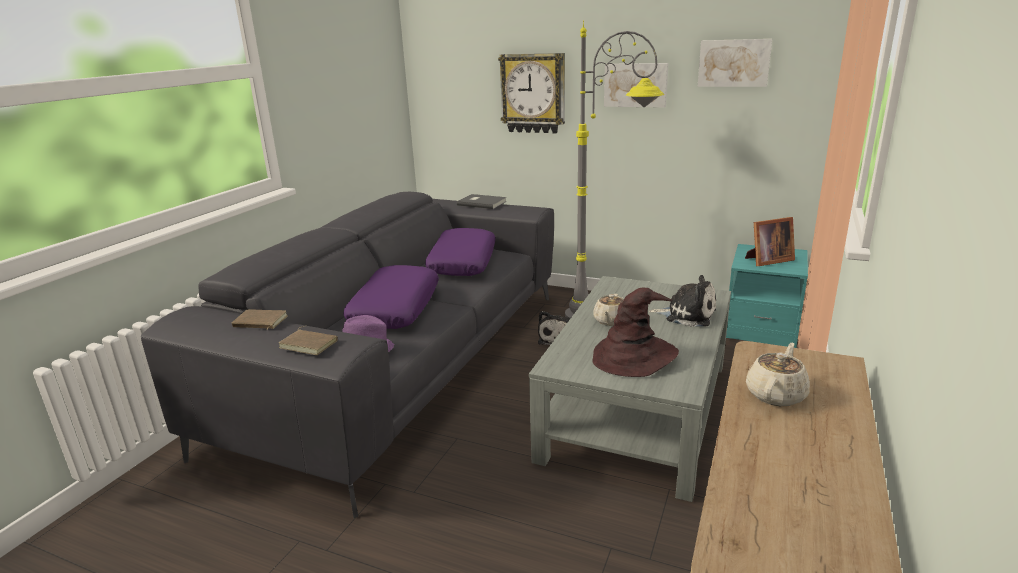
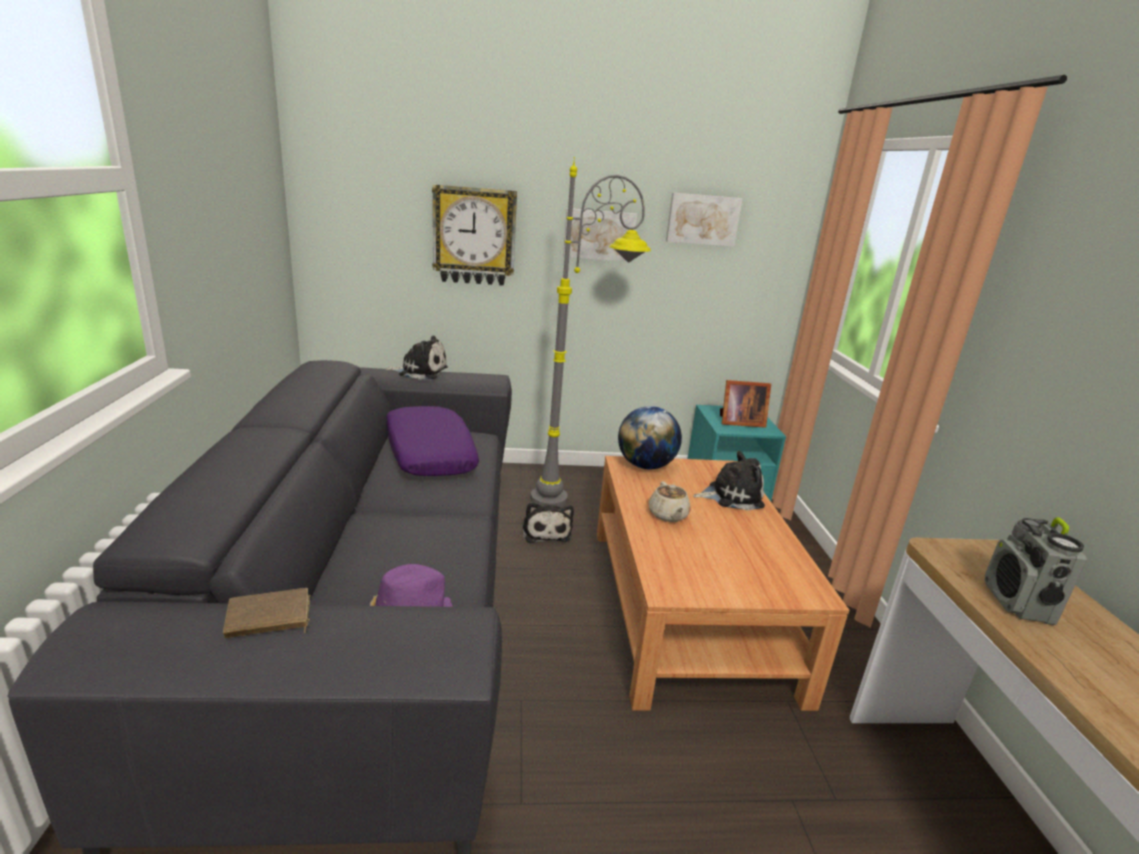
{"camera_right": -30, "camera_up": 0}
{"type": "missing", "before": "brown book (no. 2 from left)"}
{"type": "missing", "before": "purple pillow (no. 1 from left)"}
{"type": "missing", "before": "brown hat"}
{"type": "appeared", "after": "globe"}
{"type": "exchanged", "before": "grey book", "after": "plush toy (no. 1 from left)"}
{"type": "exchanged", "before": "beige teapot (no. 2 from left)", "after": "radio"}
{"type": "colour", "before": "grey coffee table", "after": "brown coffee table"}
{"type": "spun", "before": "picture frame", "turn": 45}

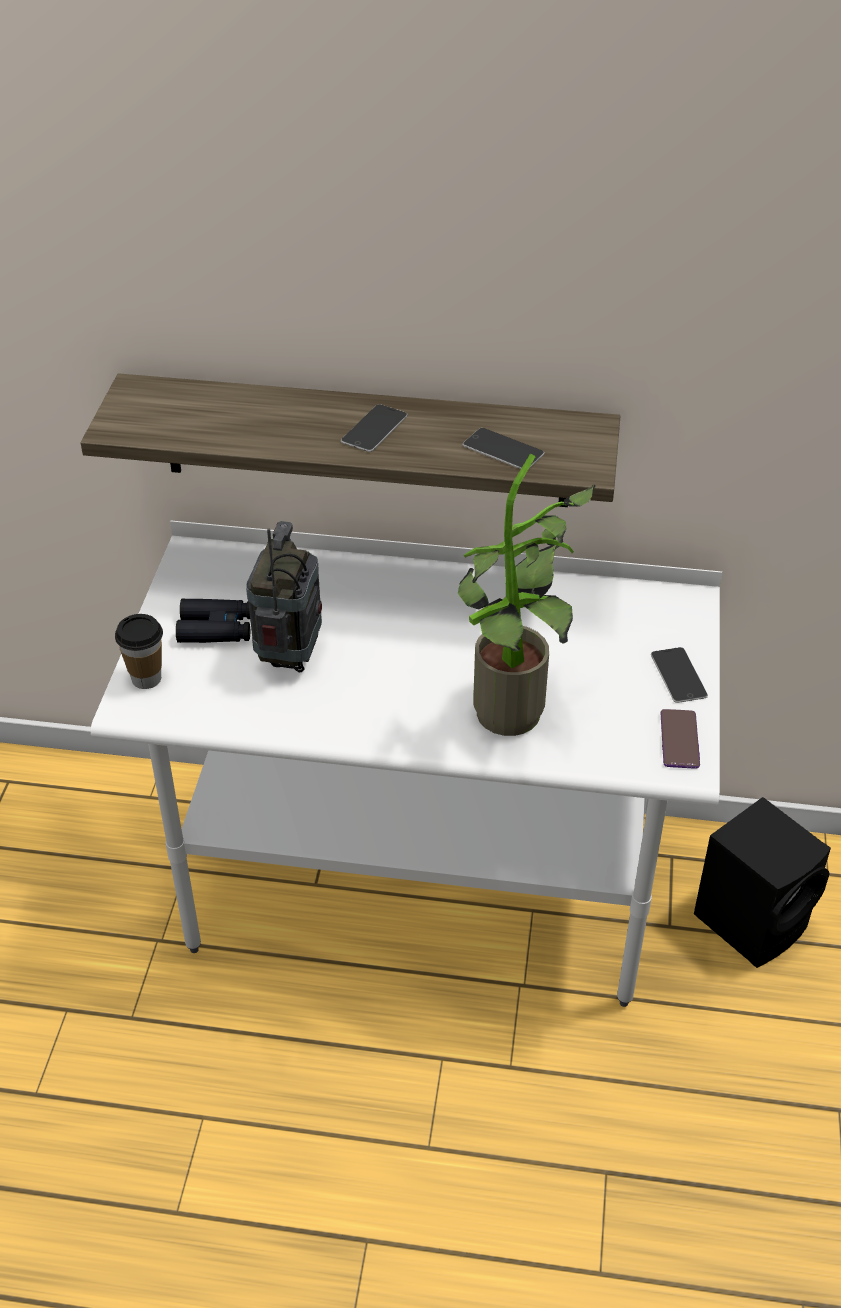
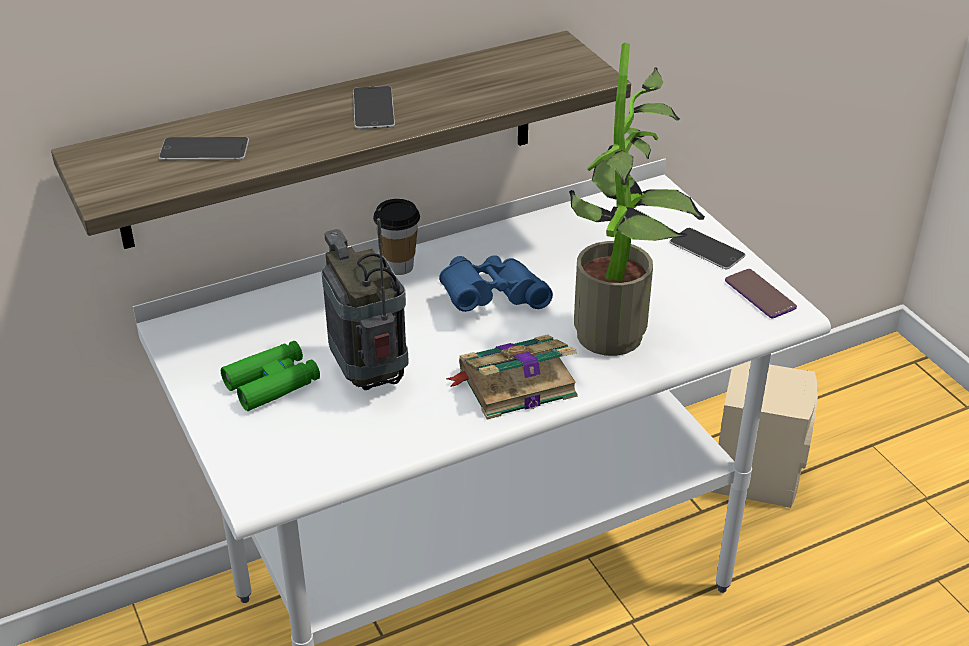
{"camera_right": -35, "camera_up": -5}
{"type": "appeared", "after": "blue binoculars"}
{"type": "appeared", "after": "book"}
{"type": "relocated", "before": "cup"}
{"type": "relocated", "before": "phone (no. 2 from left in the first image)", "after": "phone (no. 1 from left)"}
{"type": "colour", "before": "black binoculars", "after": "green binoculars"}
{"type": "colour", "before": "black speaker", "after": "beige speaker"}

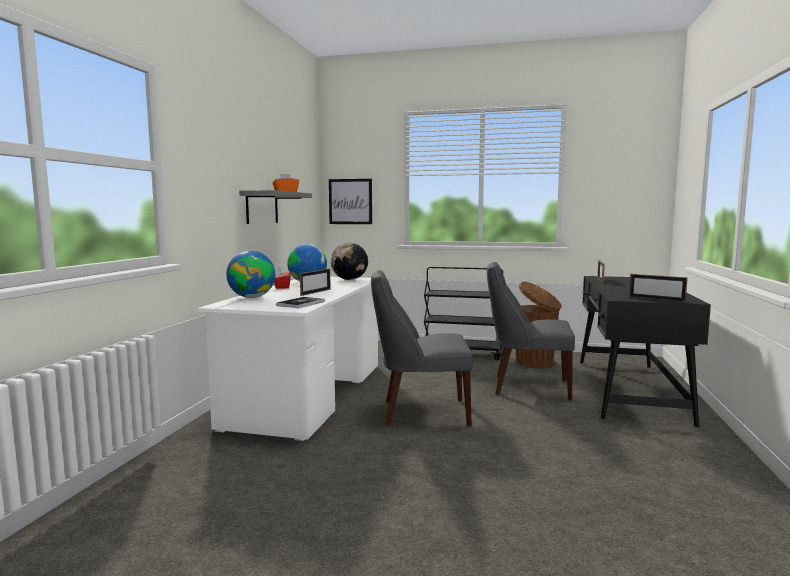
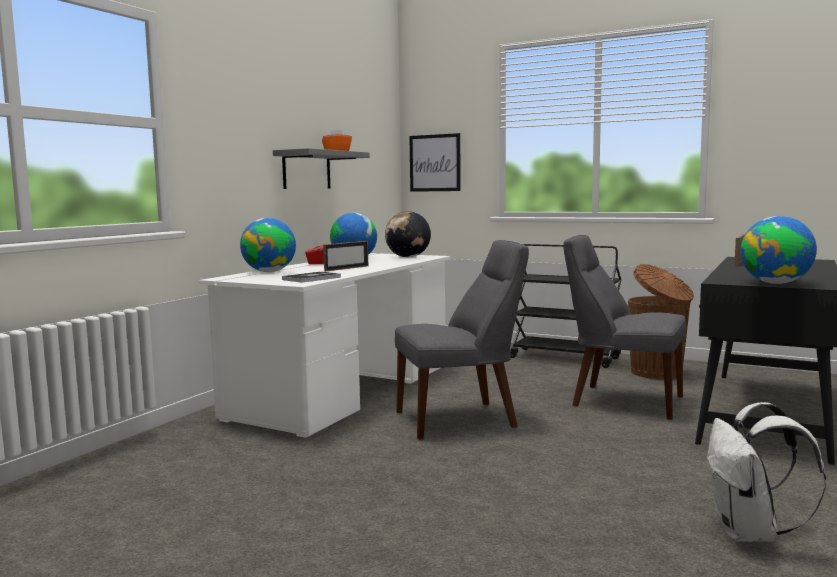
{"camera_right": 15, "camera_up": 0}
{"type": "appeared", "after": "white backpack"}
{"type": "exchanged", "before": "picture frame (no. 3 from left)", "after": "globe (no. 4 from left)"}
{"type": "spun", "before": "grey chair (no. 1 from left)", "turn": 150}

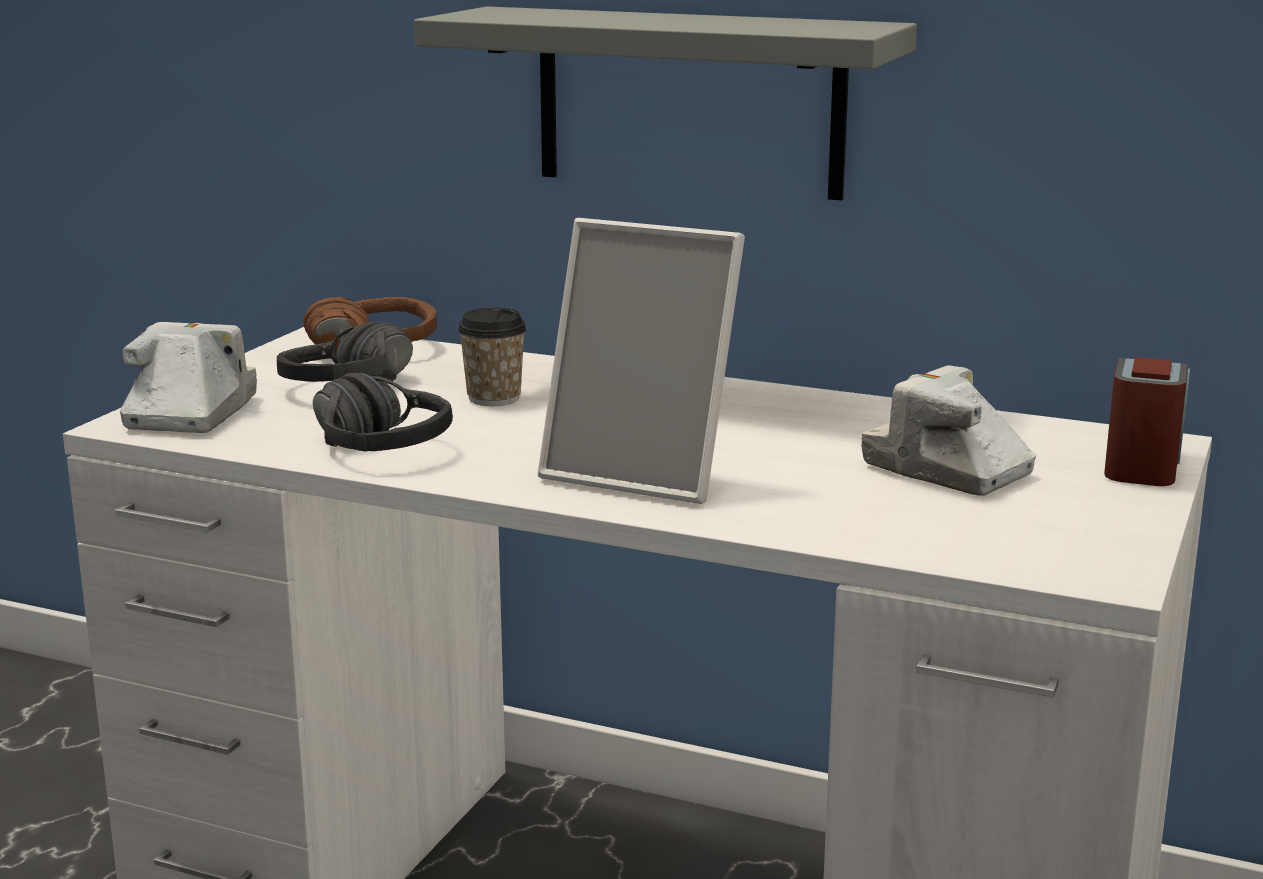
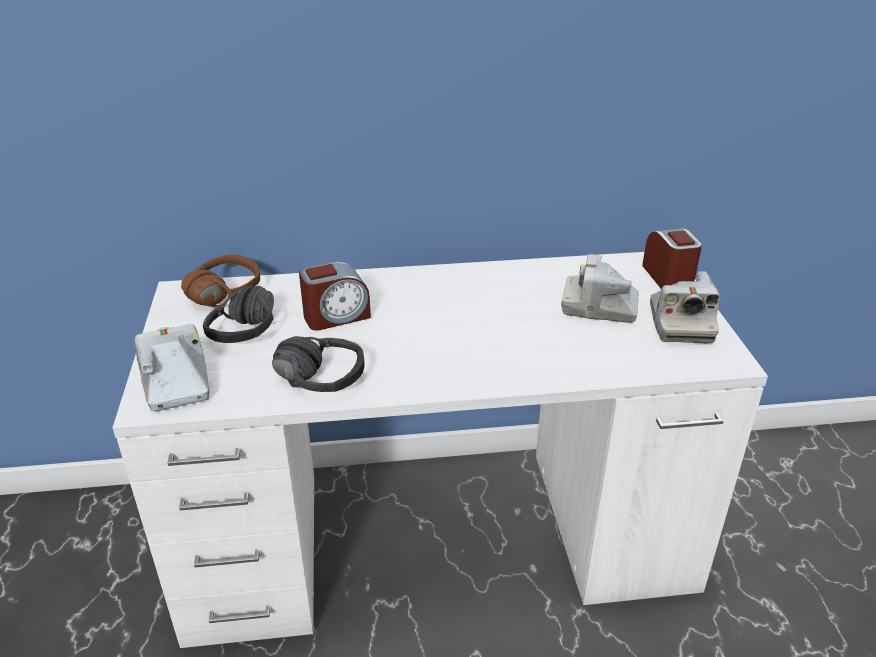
{"camera_right": -30, "camera_up": 15}
{"type": "missing", "before": "grey shelf"}
{"type": "missing", "before": "picture frame"}
{"type": "appeared", "after": "photo camera (no. 3 from left)"}
{"type": "exchanged", "before": "cup", "after": "alarm clock (no. 1 from left)"}

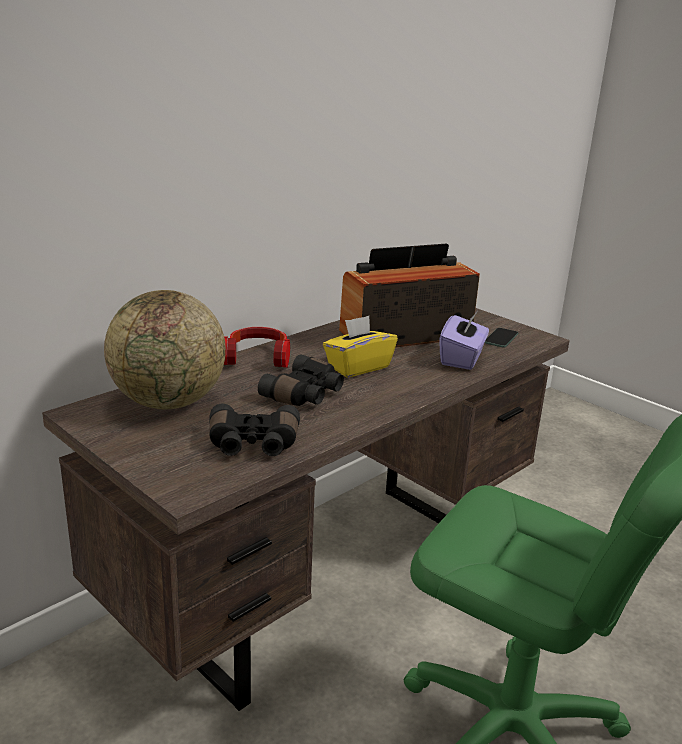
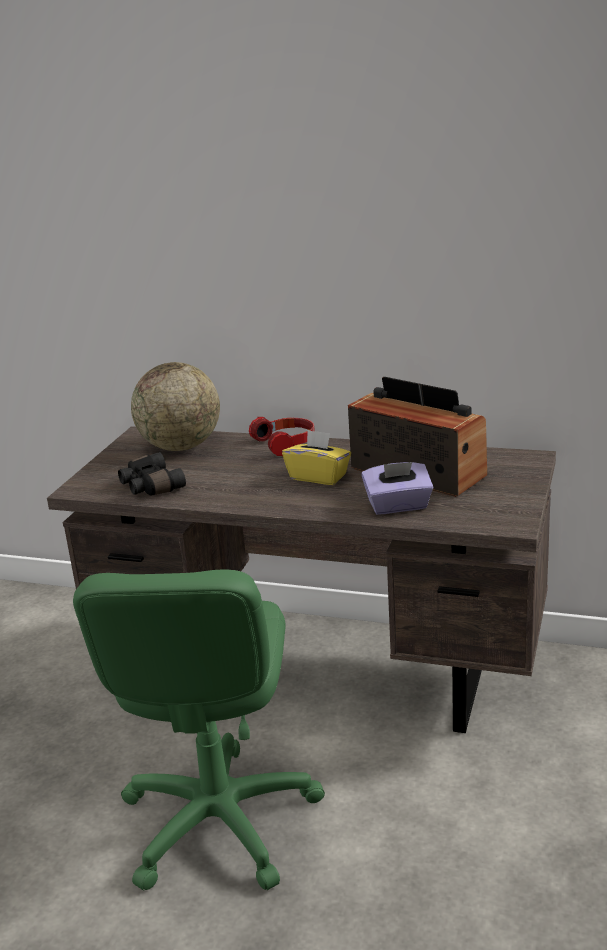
{"camera_right": 65, "camera_up": 0}
{"type": "missing", "before": "black binoculars (no. 2 from left)"}
{"type": "missing", "before": "phone"}

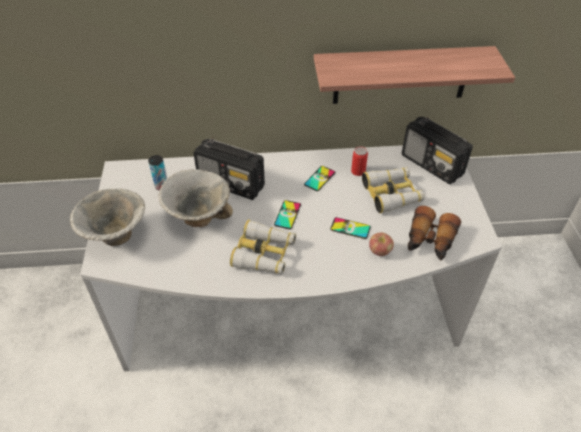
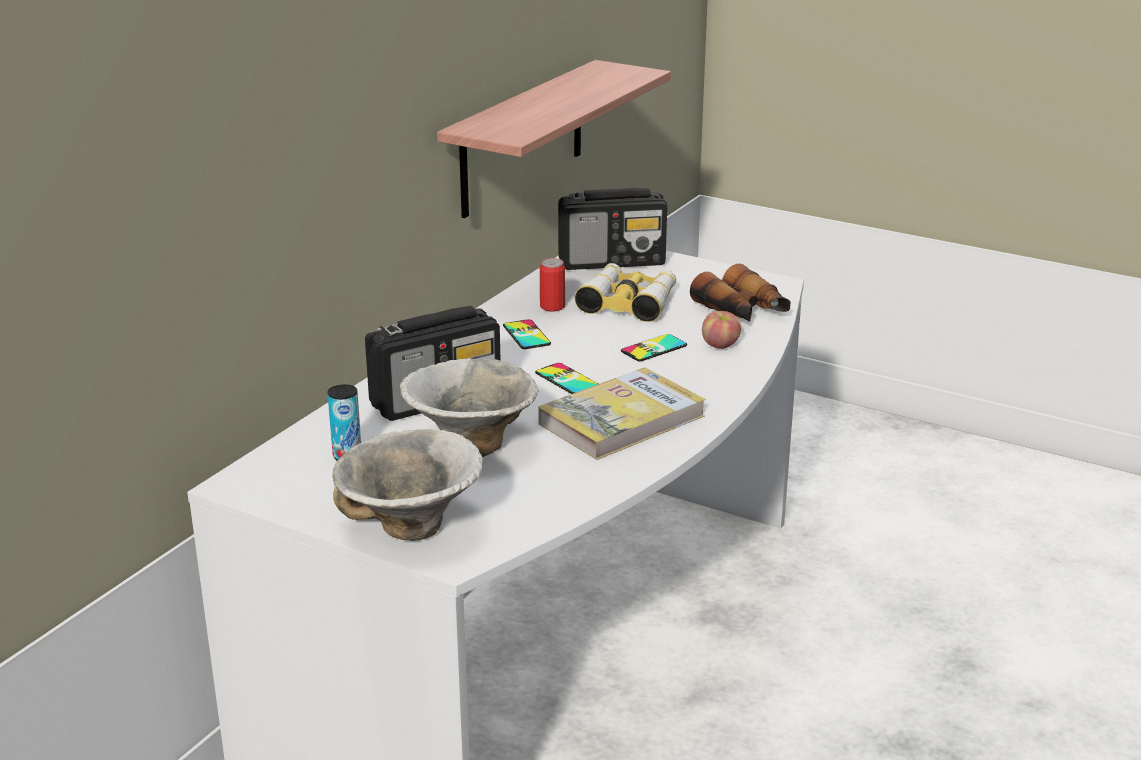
{"camera_right": -55, "camera_up": -20}
{"type": "exchanged", "before": "binoculars (no. 1 from left)", "after": "book"}

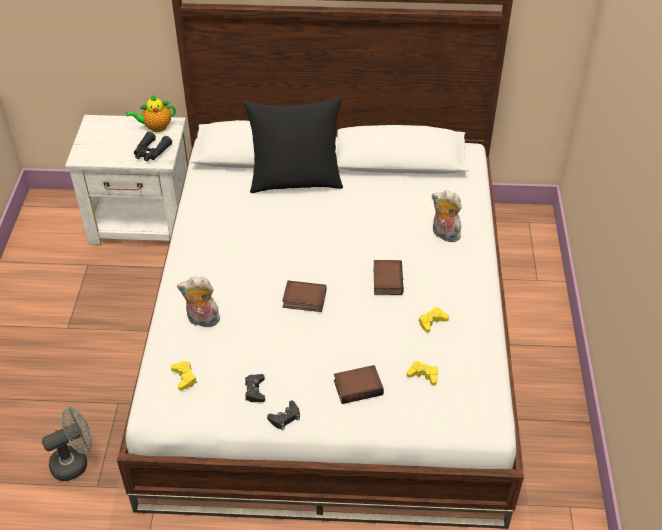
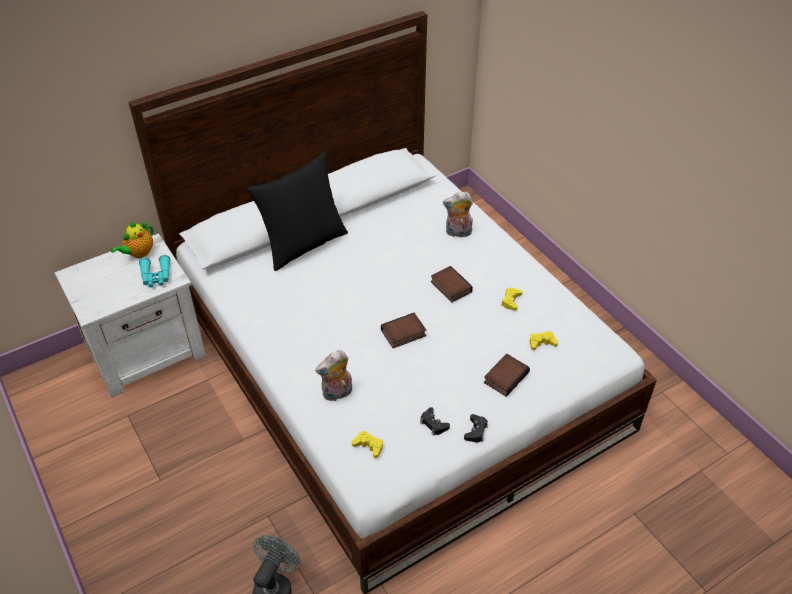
{"camera_right": -35, "camera_up": 0}
{"type": "colour", "before": "black binoculars", "after": "turquoise binoculars"}

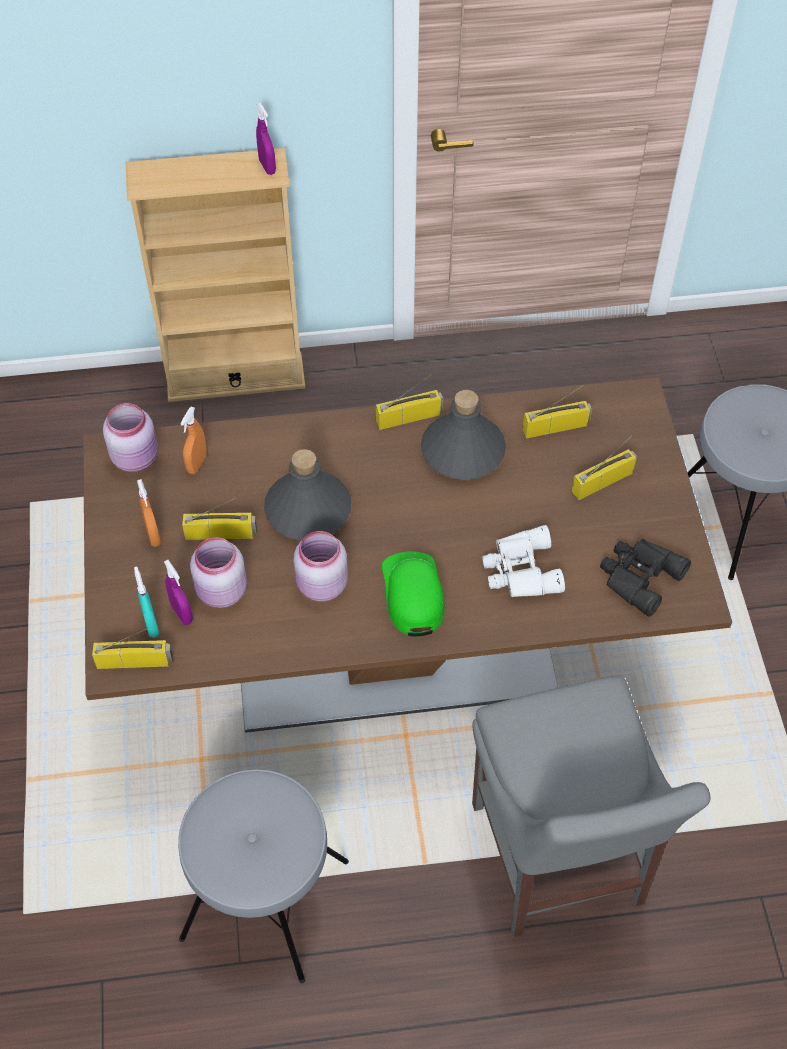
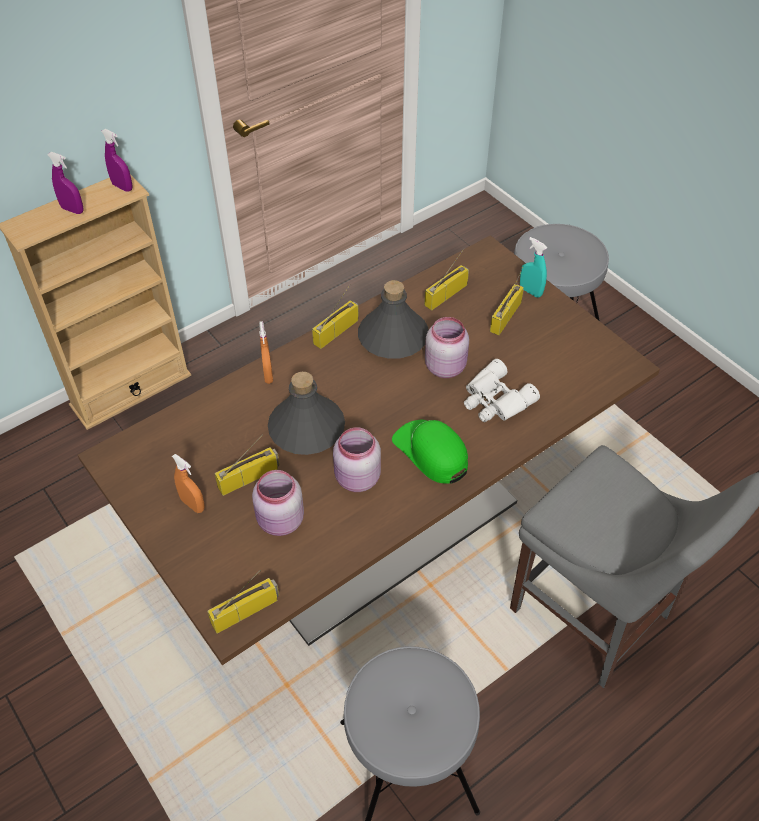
{"camera_right": -30, "camera_up": -5}
{"type": "missing", "before": "black binoculars"}
{"type": "relocated", "before": "pink jar (no. 1 from left in the first image)", "after": "pink jar (no. 3 from left)"}
{"type": "relocated", "before": "turquoise spray bottle"}
{"type": "relocated", "before": "purple spray bottle (no. 1 from left)"}
{"type": "relocated", "before": "orange spray bottle (no. 2 from left)"}

